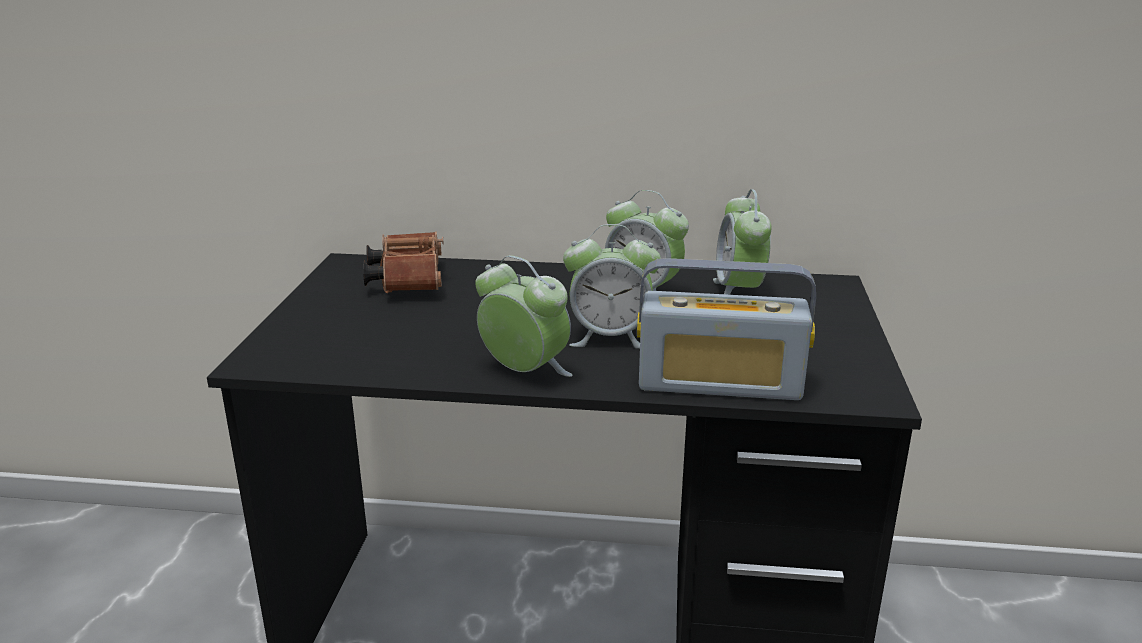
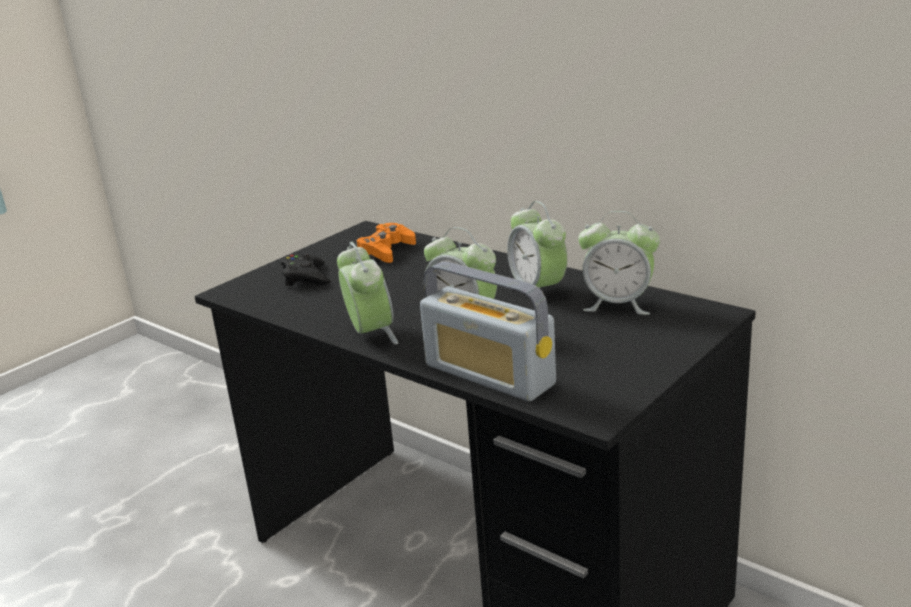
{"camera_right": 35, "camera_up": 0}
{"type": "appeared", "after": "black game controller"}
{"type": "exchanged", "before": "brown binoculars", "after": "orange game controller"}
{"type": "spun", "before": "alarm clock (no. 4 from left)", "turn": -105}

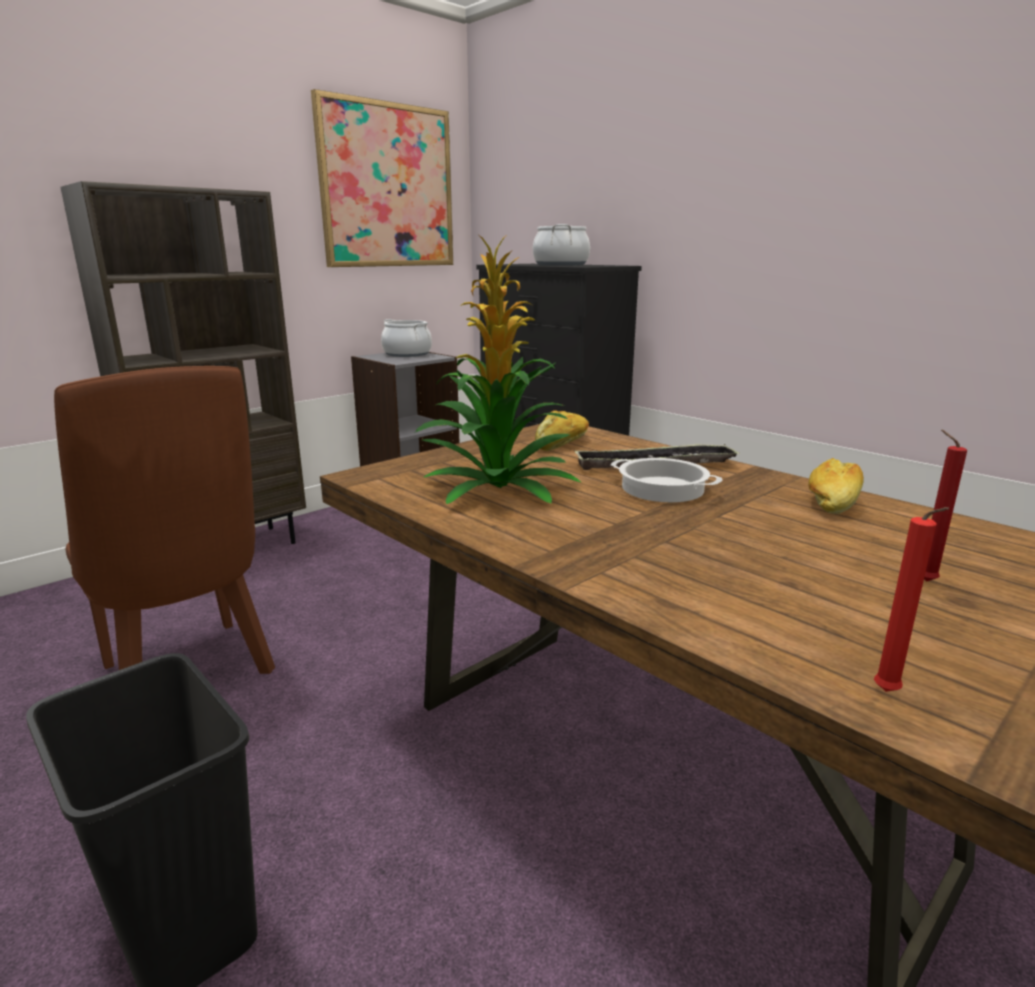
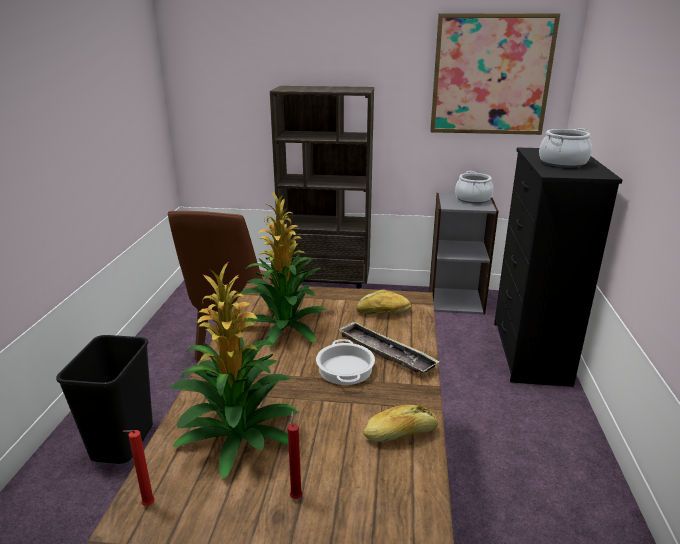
{"camera_right": 50, "camera_up": 5}
{"type": "appeared", "after": "potted plant (no. 1 from left)"}

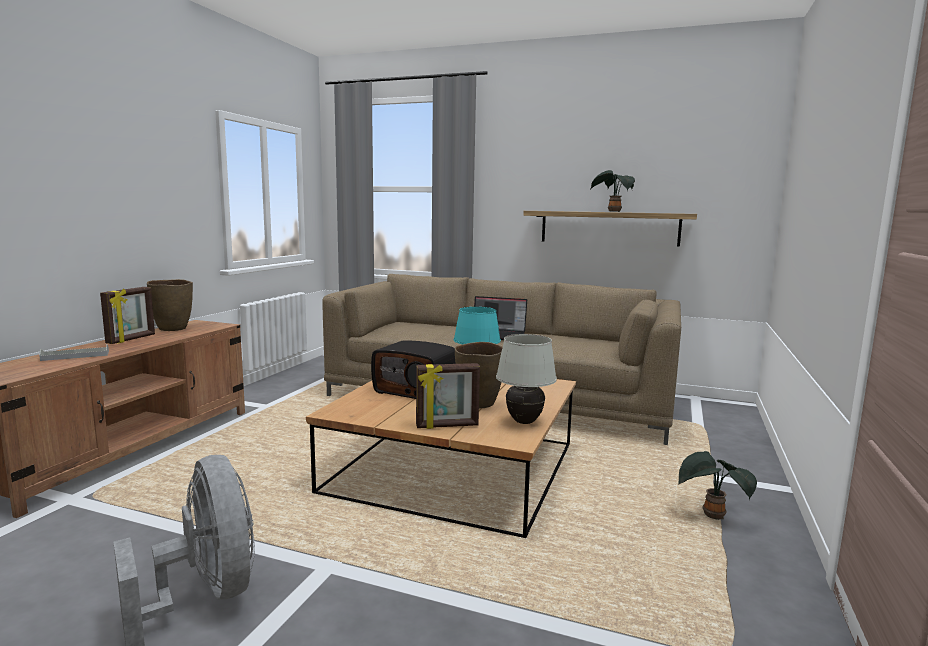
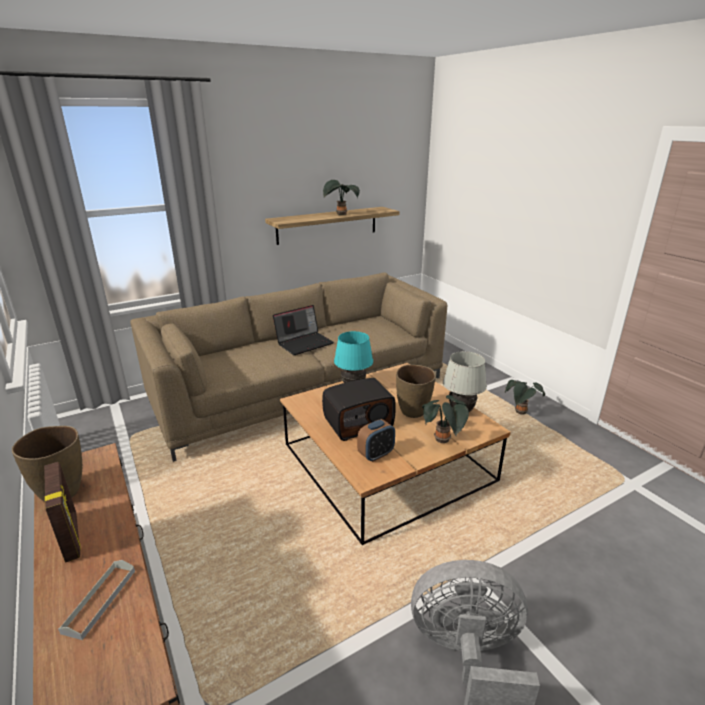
{"camera_right": -50, "camera_up": 15}
{"type": "appeared", "after": "alarm clock"}
{"type": "exchanged", "before": "picture frame (no. 2 from left)", "after": "potted plant (no. 2 from left)"}

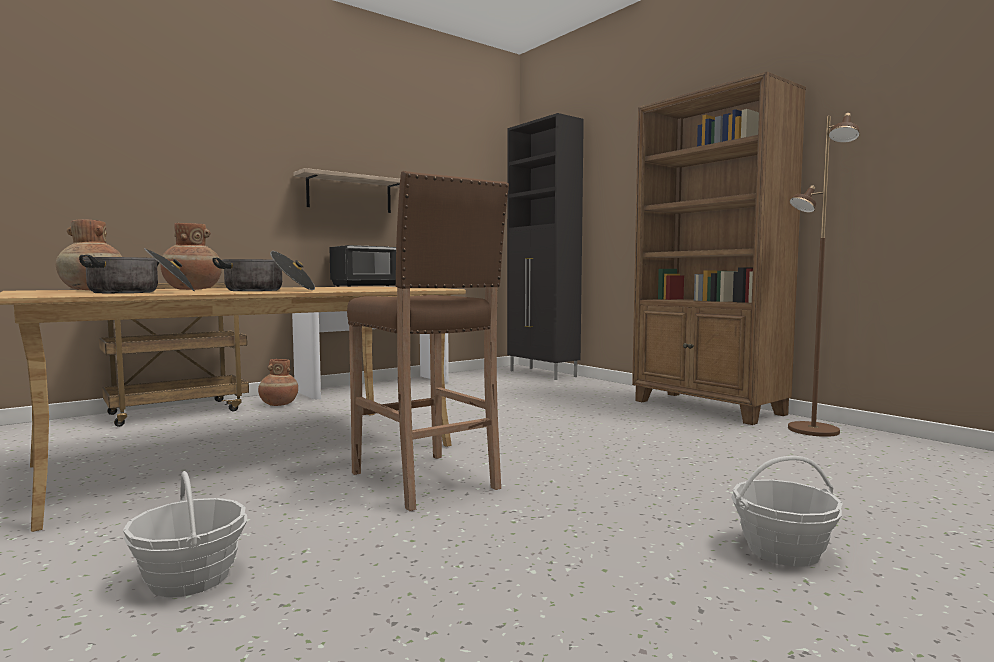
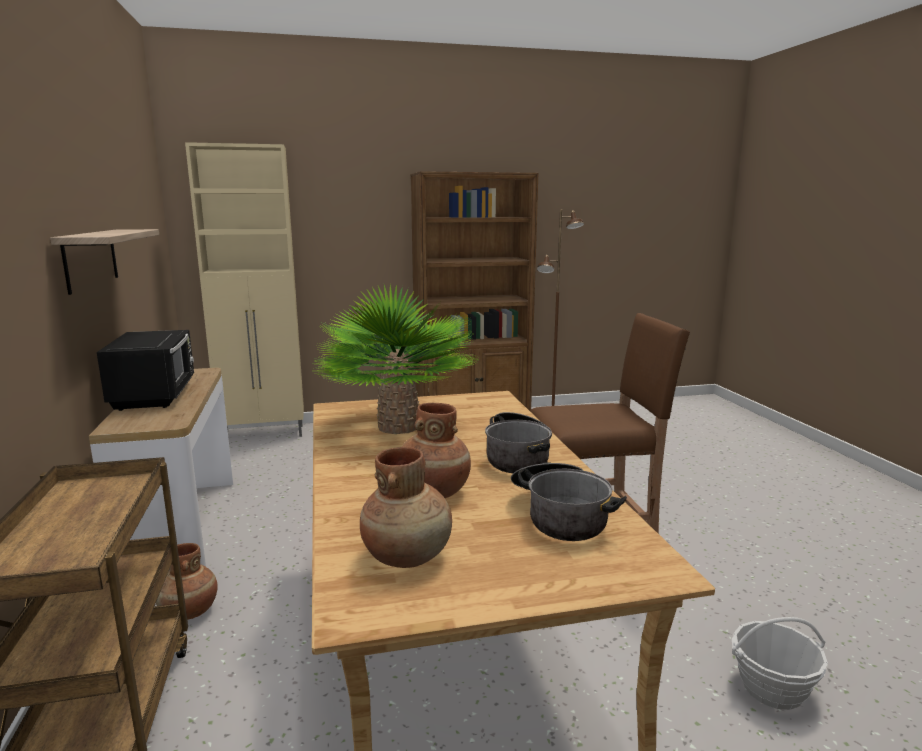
{"camera_right": -65, "camera_up": 10}
{"type": "missing", "before": "basket (no. 2 from left)"}
{"type": "appeared", "after": "potted plant"}
{"type": "colour", "before": "black cabinet", "after": "beige cabinet"}

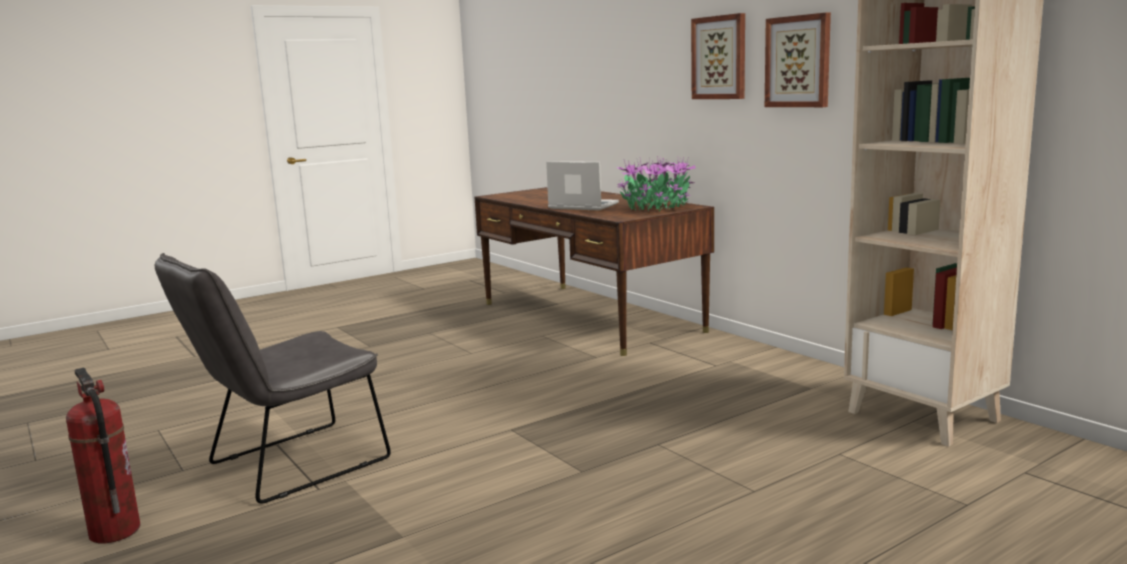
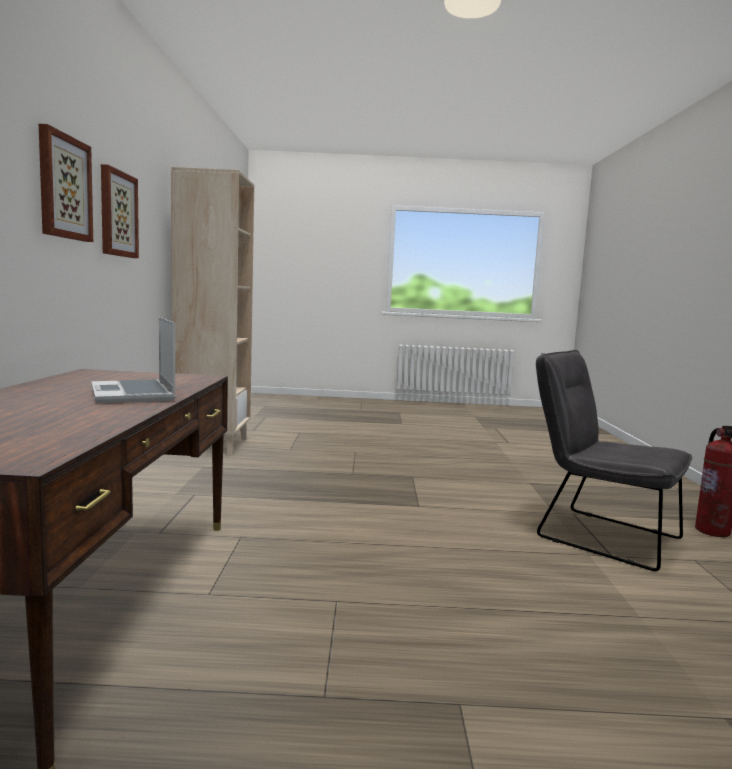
{"camera_right": -145, "camera_up": -5}
{"type": "missing", "before": "potted plant"}
{"type": "spun", "before": "grey chair", "turn": -135}

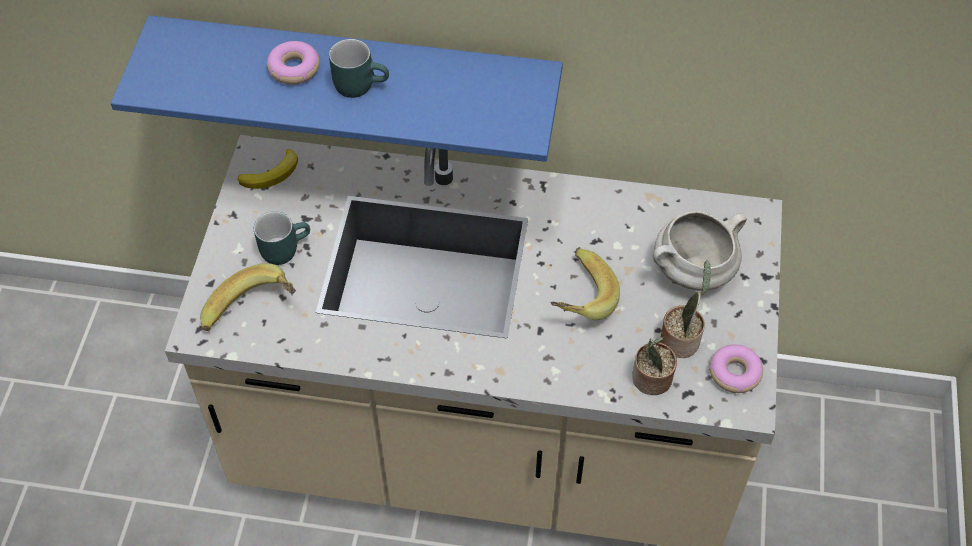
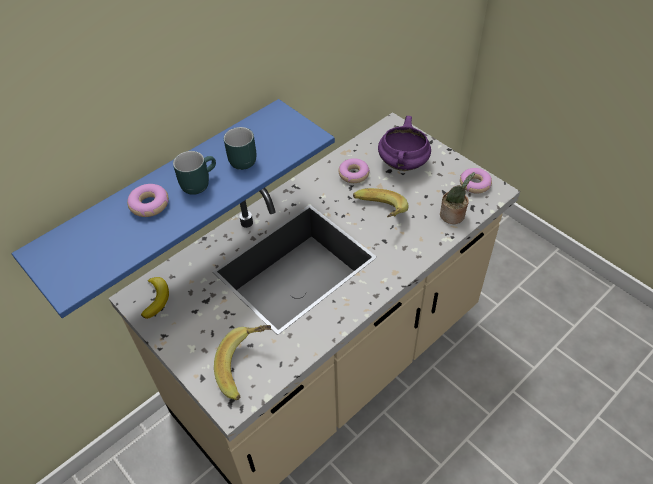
{"camera_right": -50, "camera_up": -5}
{"type": "missing", "before": "potted plant (no. 2 from left)"}
{"type": "appeared", "after": "donut (no. 2 from left)"}
{"type": "relocated", "before": "turquoise mug (no. 1 from left in the first image)", "after": "turquoise mug (no. 2 from left)"}
{"type": "colour", "before": "white cooking pot", "after": "purple cooking pot"}

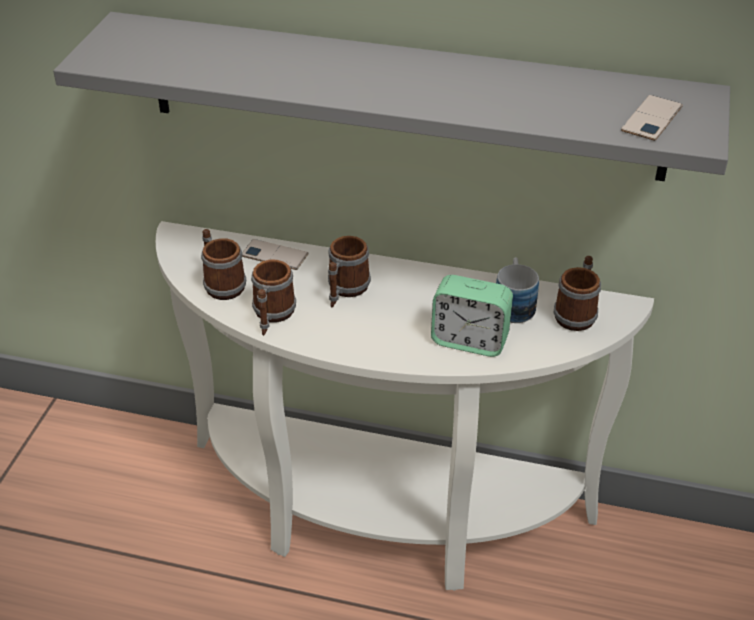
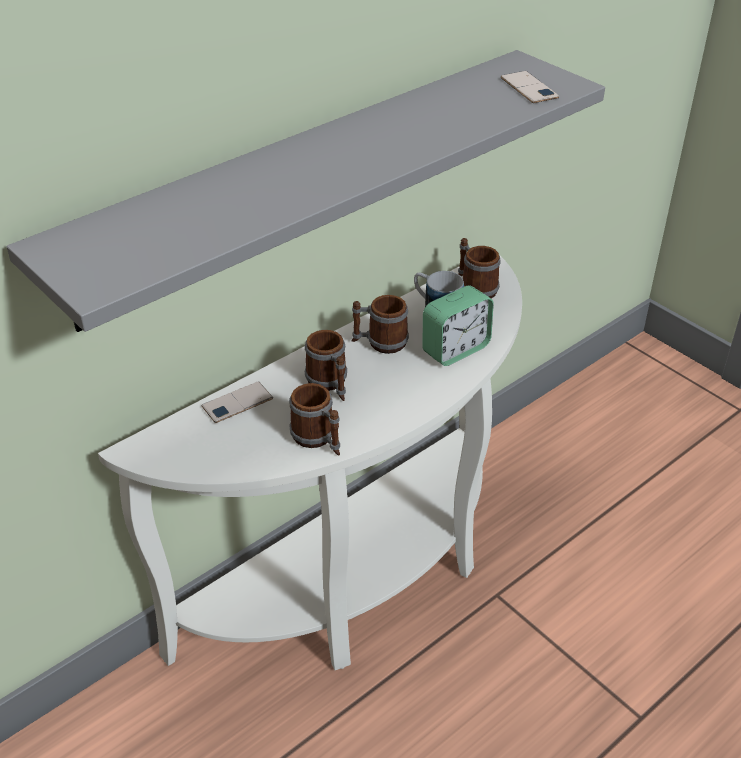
{"camera_right": -55, "camera_up": 0}
{"type": "relocated", "before": "mug (no. 1 from left in the first image)", "after": "mug (no. 3 from left)"}

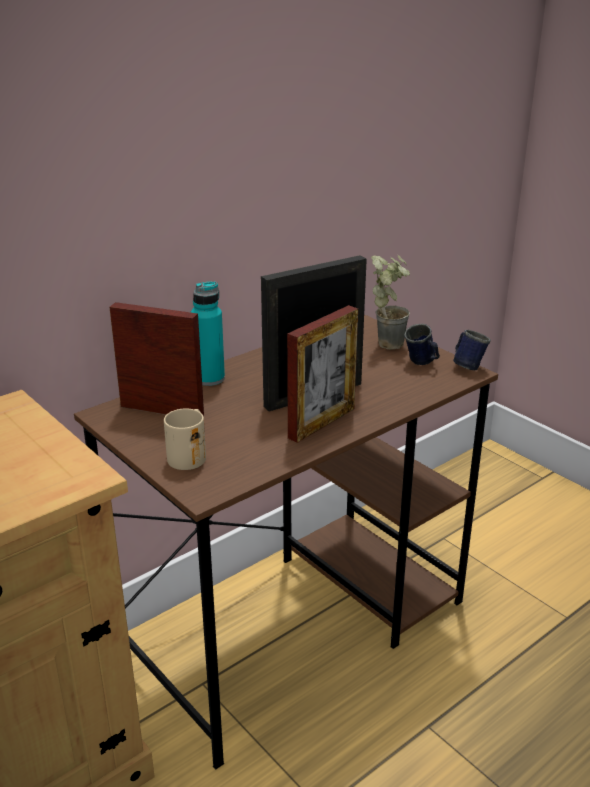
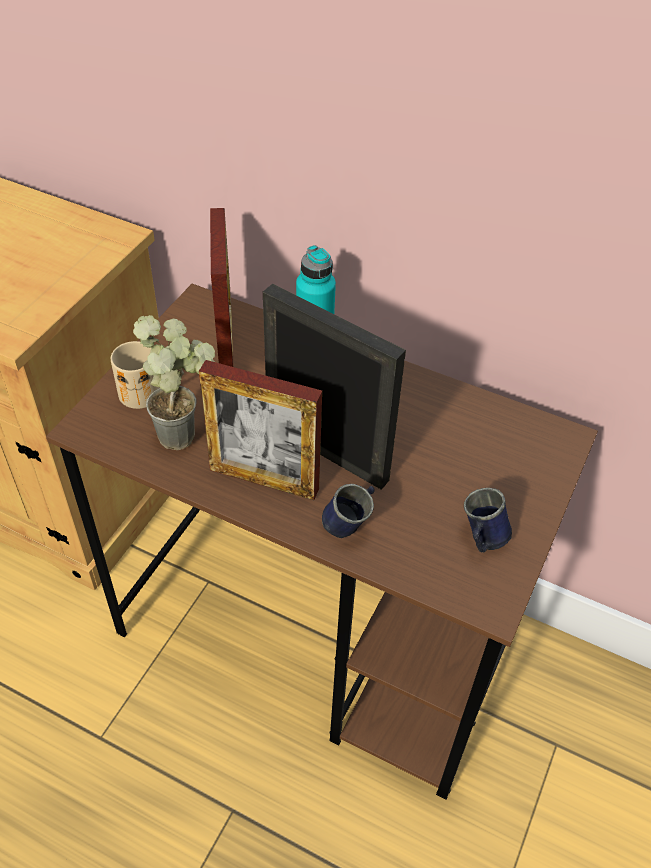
{"camera_right": 65, "camera_up": 20}
{"type": "relocated", "before": "potted plant"}
{"type": "relocated", "before": "blue mug (no. 2 from left in the first image)", "after": "blue mug (no. 1 from left)"}

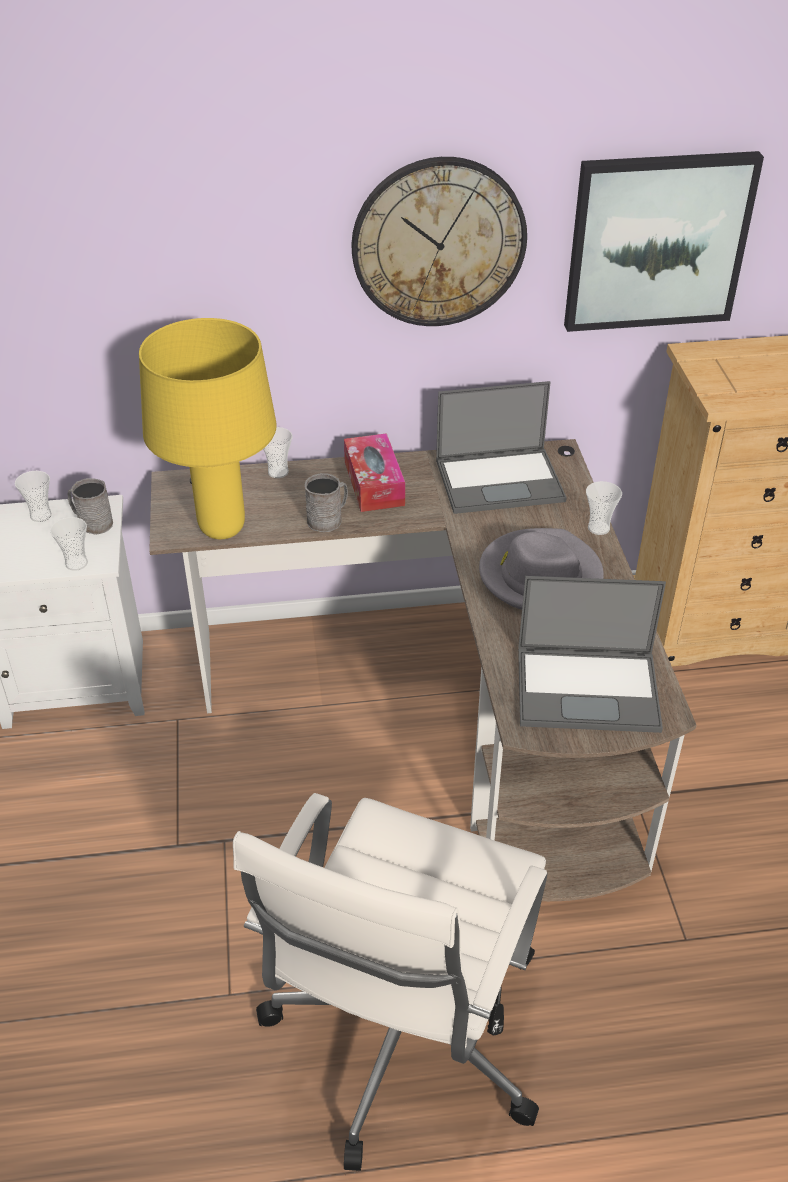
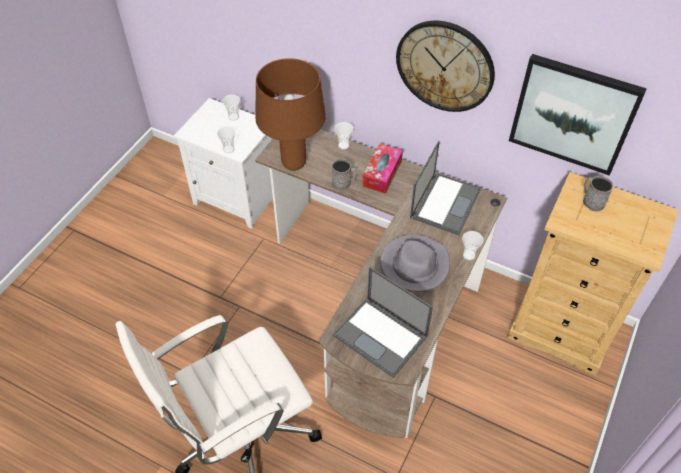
{"camera_right": 35, "camera_up": 10}
{"type": "relocated", "before": "grey mug (no. 1 from left in the first image)", "after": "grey mug (no. 2 from left)"}
{"type": "colour", "before": "yellow table lamp", "after": "brown table lamp"}
{"type": "spun", "before": "laptop (no. 1 from left in the first image)", "turn": -90}

